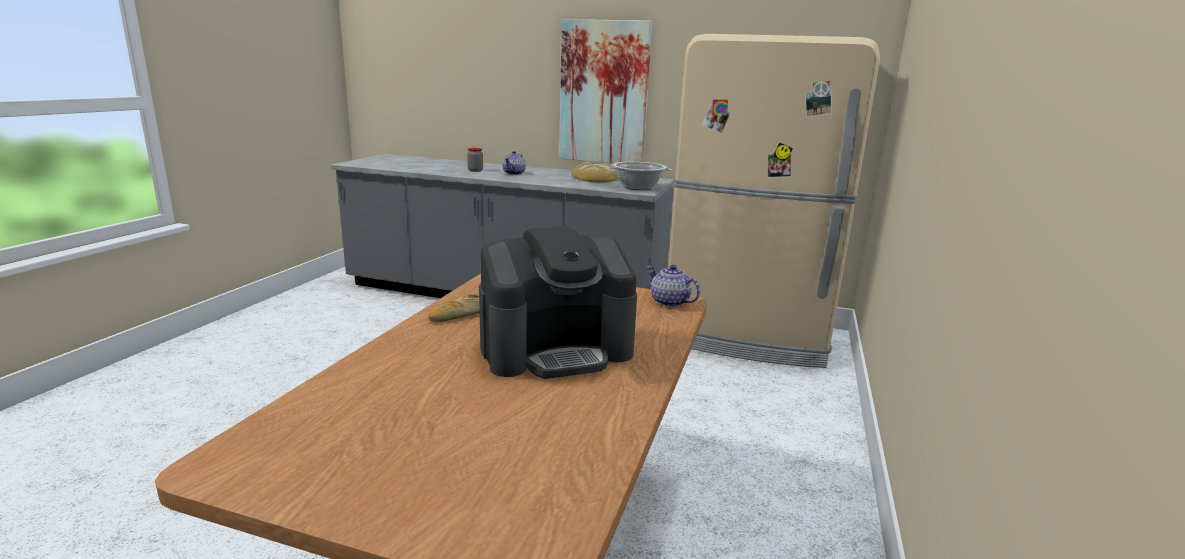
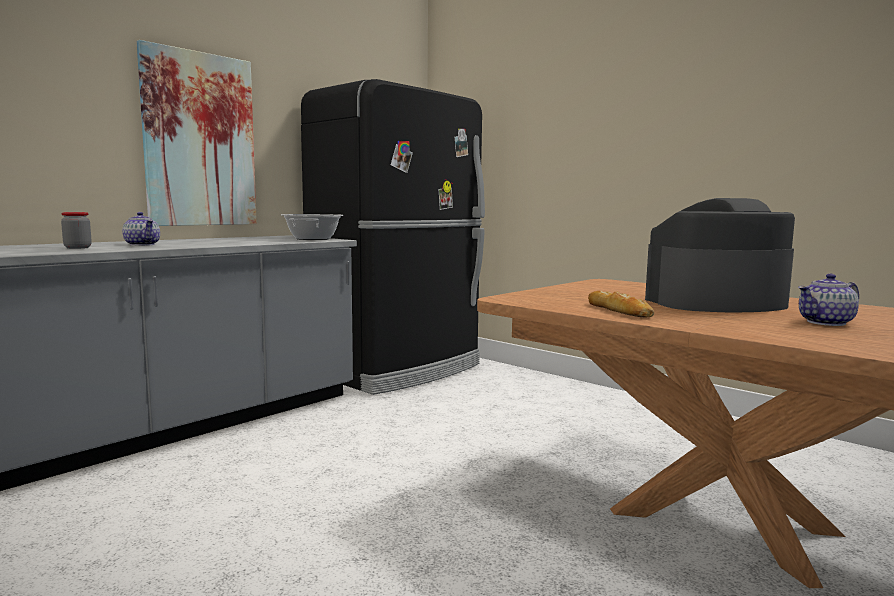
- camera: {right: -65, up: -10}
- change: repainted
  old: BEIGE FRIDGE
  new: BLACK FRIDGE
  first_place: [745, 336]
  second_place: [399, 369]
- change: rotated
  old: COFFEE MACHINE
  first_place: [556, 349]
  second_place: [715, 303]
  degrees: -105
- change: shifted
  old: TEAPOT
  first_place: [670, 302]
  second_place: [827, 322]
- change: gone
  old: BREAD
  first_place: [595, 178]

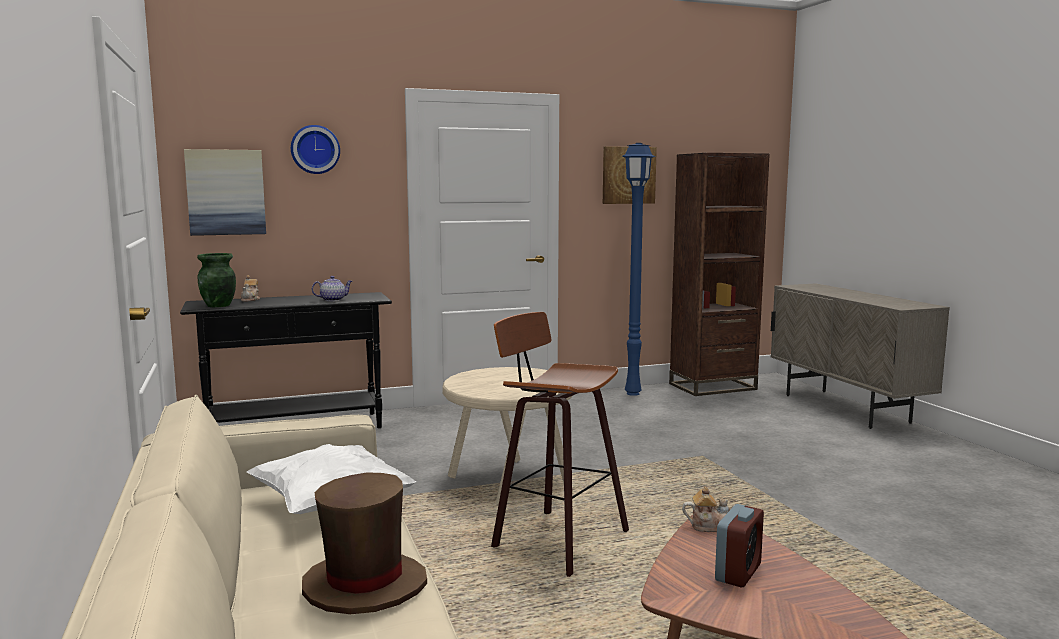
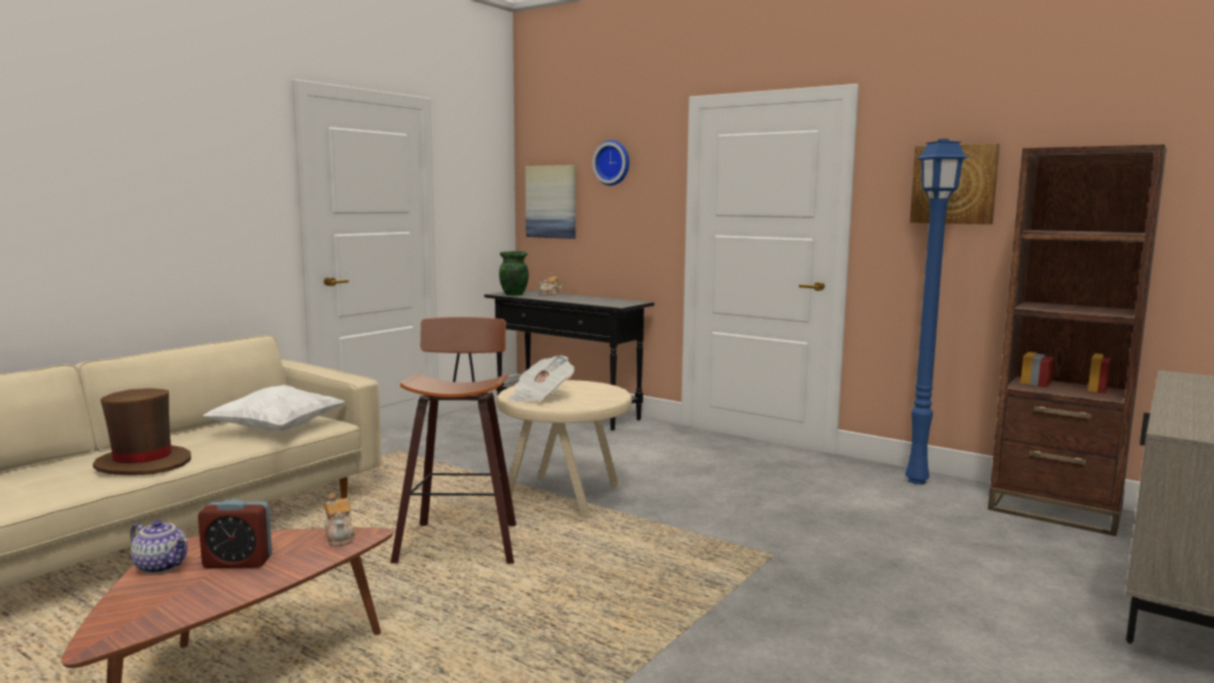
- camera: {right: 55, up: 0}
- change: shifted
  old: TEAPOT
  first_place: [333, 300]
  second_place: [162, 566]
- change: new
  new: NEWSPAPER
  second_place: [540, 397]

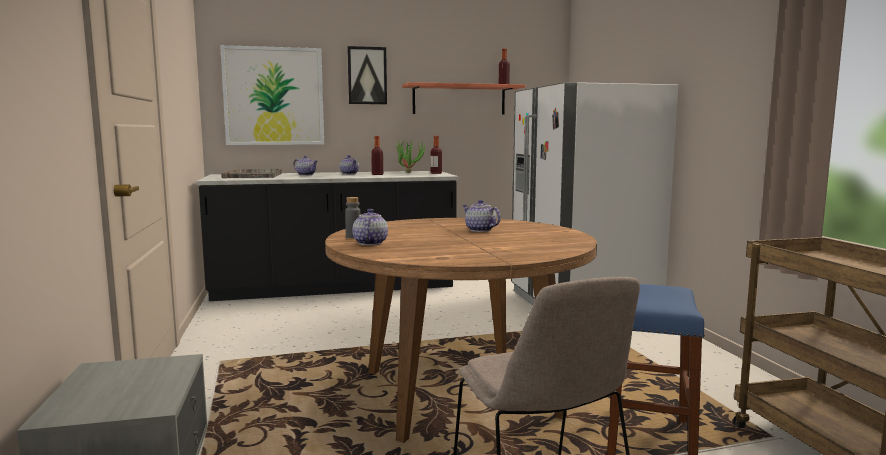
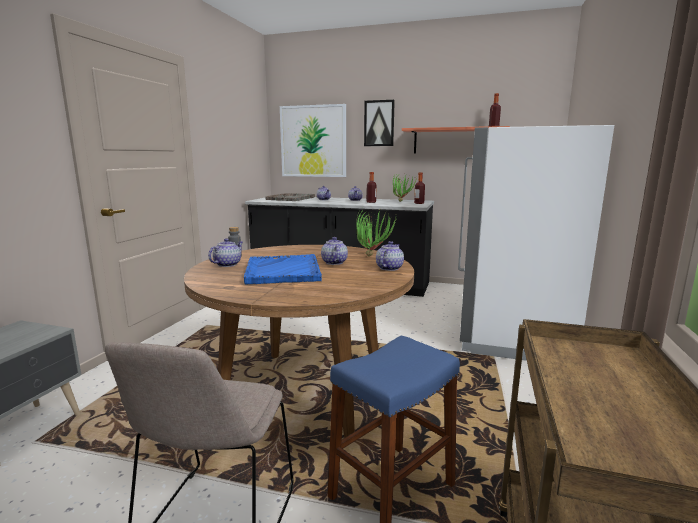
- camera: {right: 30, up: 5}
- change: new
  new: BLUE TRAY
  second_place: [283, 271]
- change: new
  new: POTTED PLANT
  second_place: [372, 255]
- change: new
  new: TEAPOT
  second_place: [389, 268]

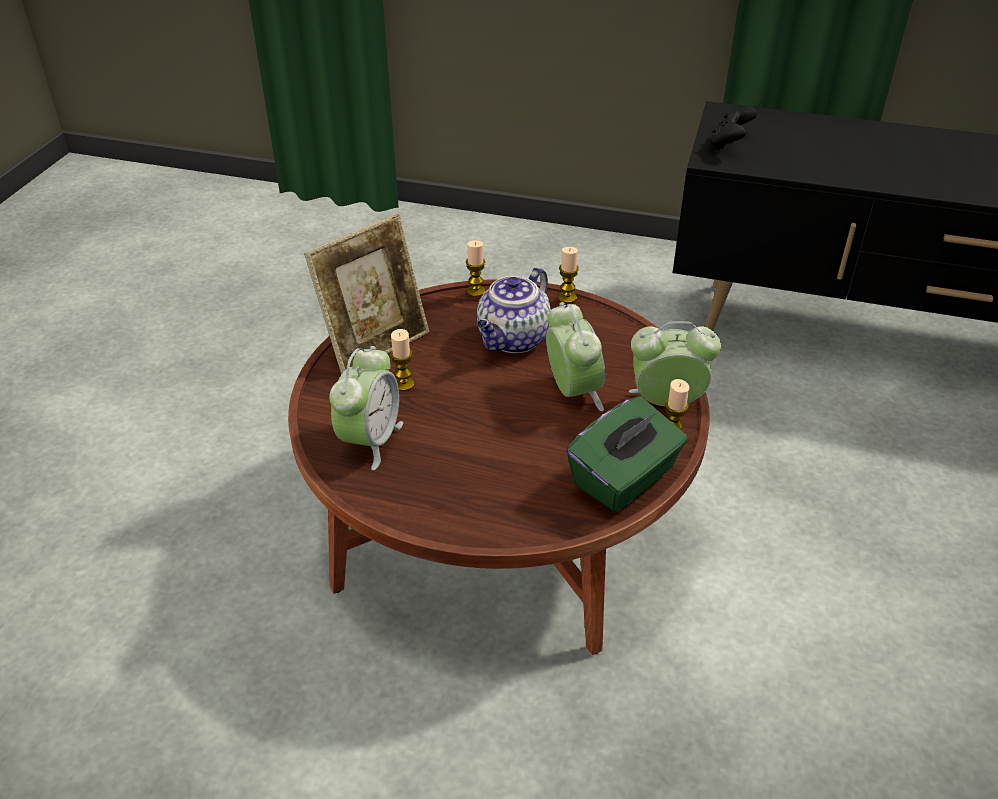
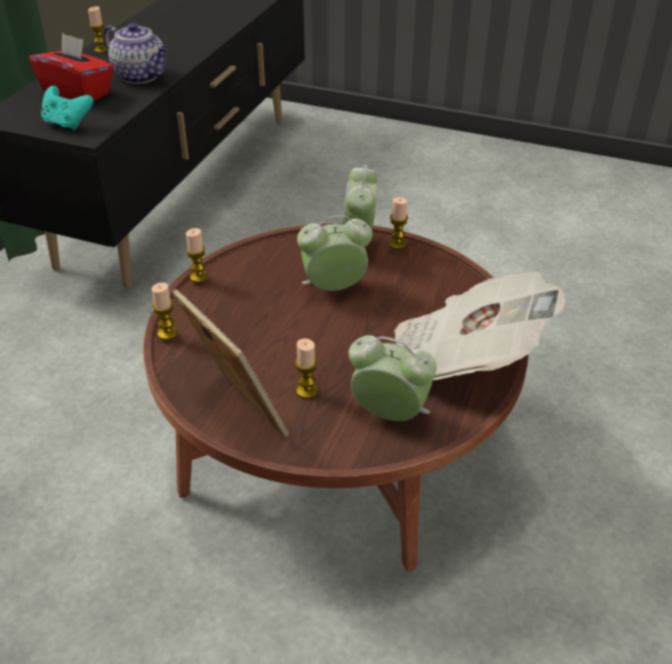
- camera: {right: -85, up: 0}
- change: new
  new: RED TISSUE BOX
  second_place: [78, 93]
- change: repainted
  old: BLACK GAME CONTROLLER
  new: TURQUOISE GAME CONTROLLER
  first_place: [729, 145]
  second_place: [67, 124]
- change: new
  new: CANDLE
  second_place: [101, 50]
- change: shifted
  old: TEAPOT
  first_place: [513, 340]
  second_place: [142, 76]
- change: new
  new: NEWSPAPER
  second_place: [466, 357]
- change: gone
  old: GREEN TISSUE BOX
  first_place: [624, 479]

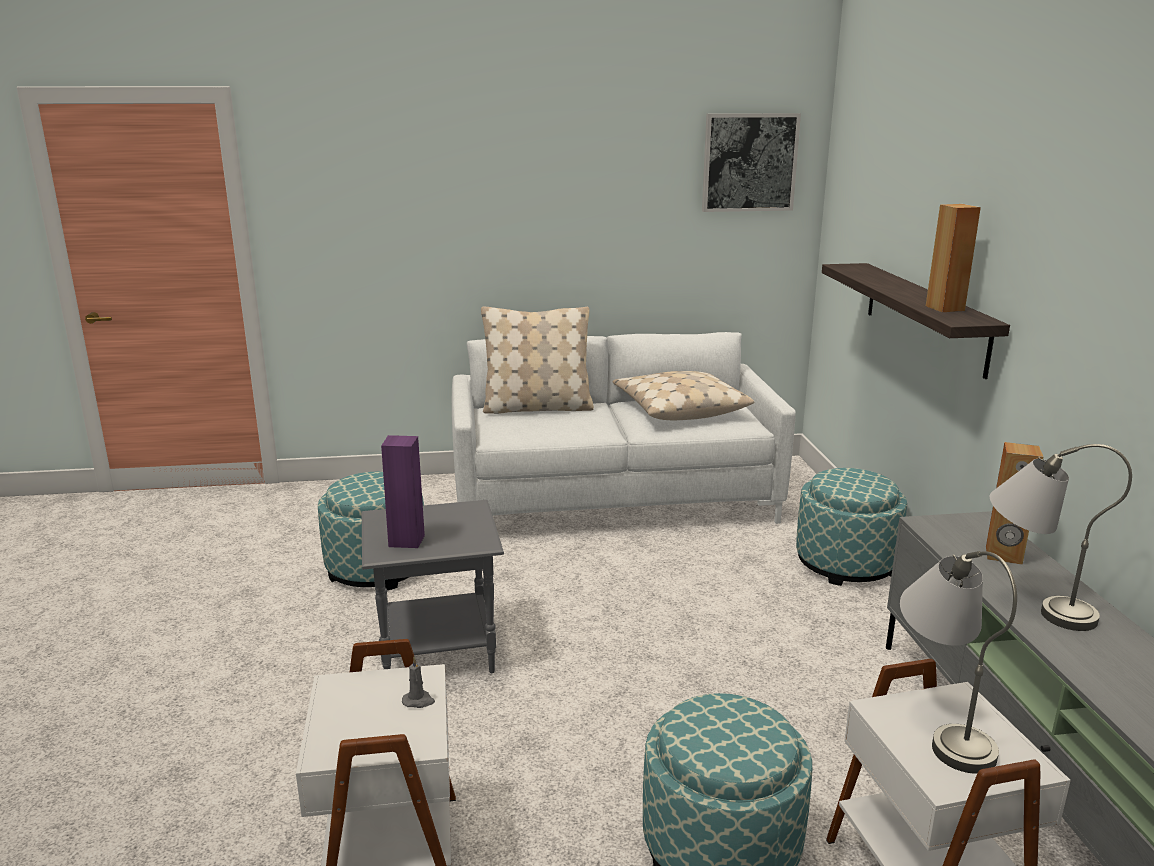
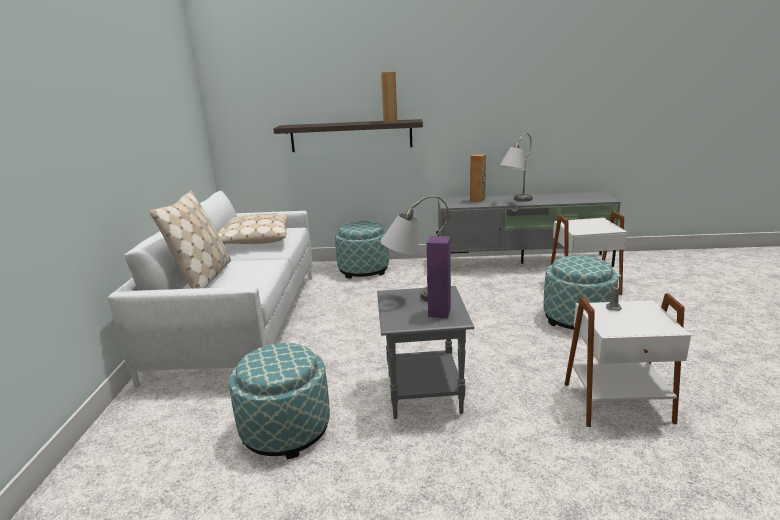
- camera: {right: -80, up: 0}
- change: shifted
  old: GREY TABLE LAMP
  first_place: [941, 724]
  second_place: [414, 297]
- change: gone
  old: PICTURE
  first_place: [749, 162]

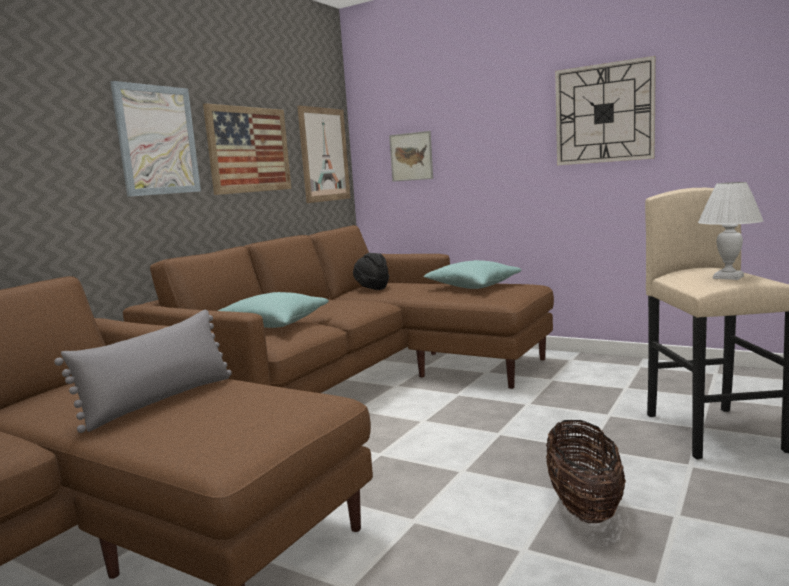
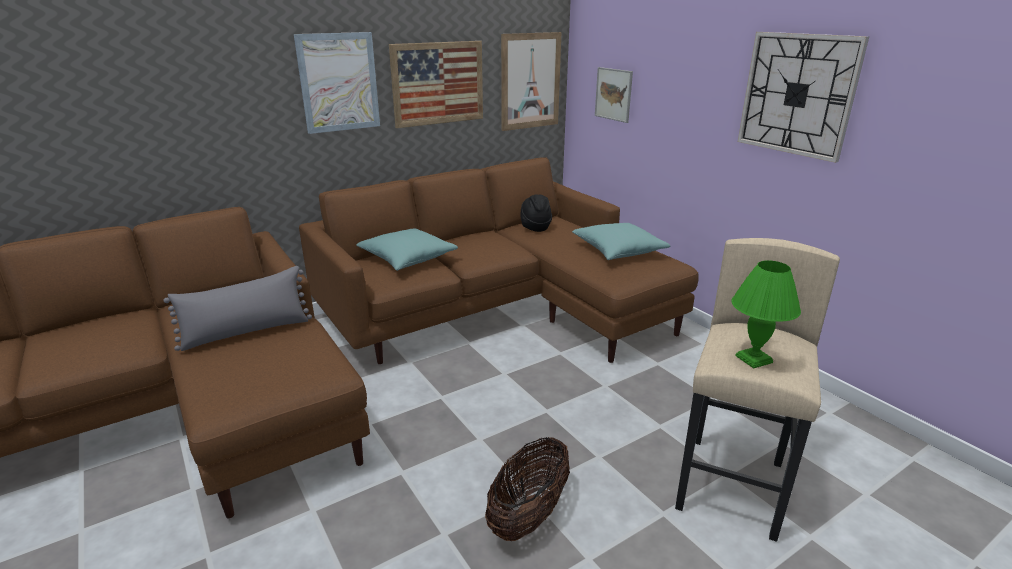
- camera: {right: 25, up: 15}
- change: repainted
  old: WHITE TABLE LAMP
  new: GREEN TABLE LAMP
  first_place: [727, 277]
  second_place: [753, 359]

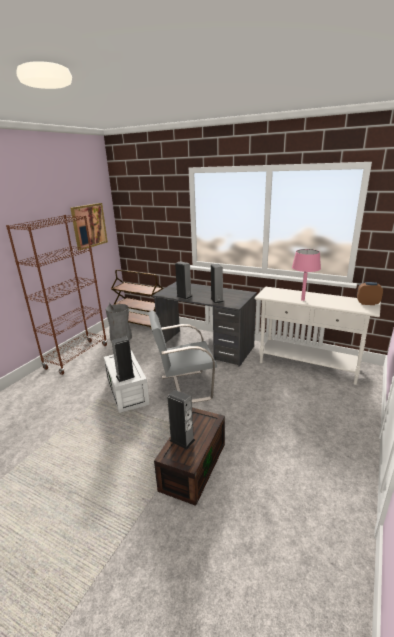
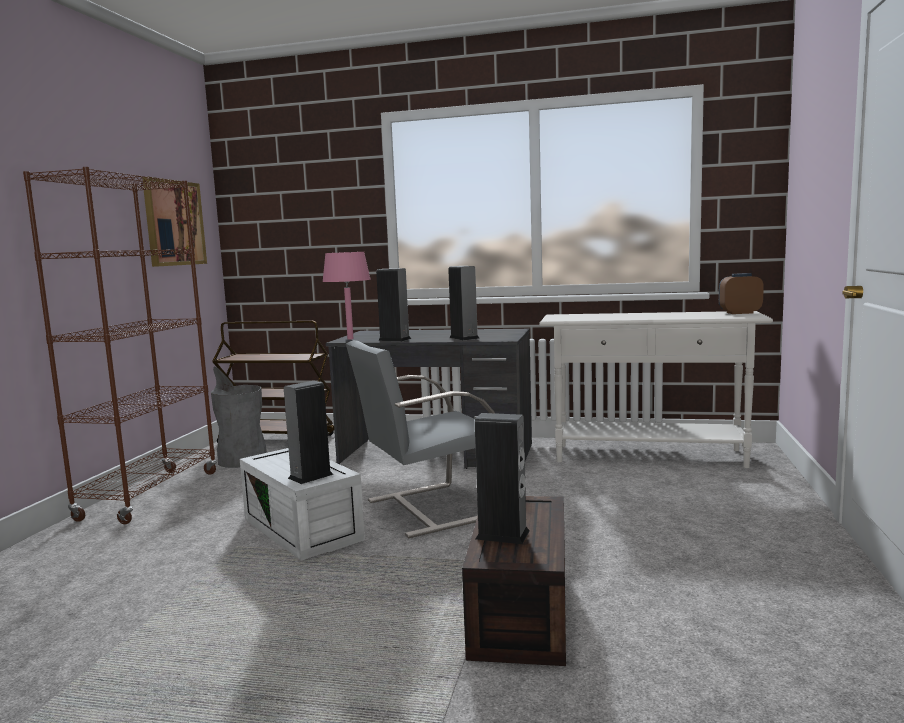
- camera: {right: -15, up: -15}
- change: shifted
  old: PINK TABLE LAMP
  first_place: [303, 300]
  second_place: [350, 339]

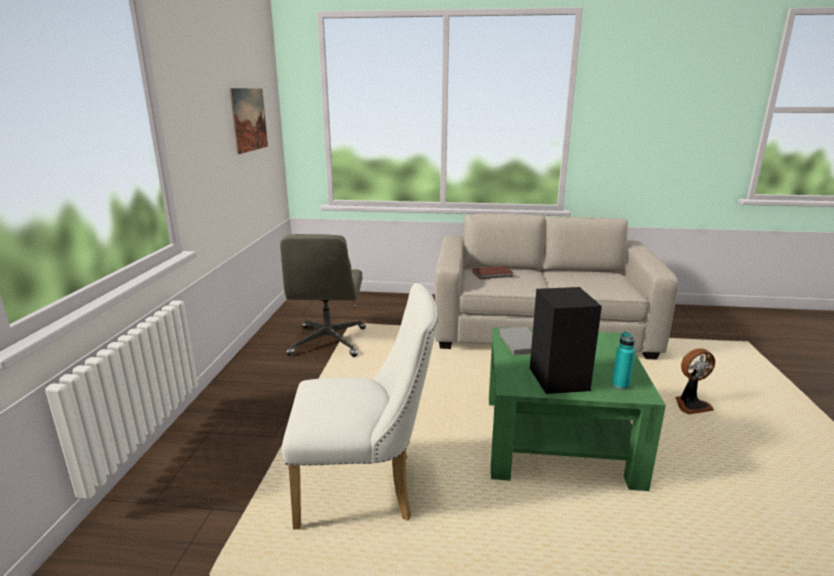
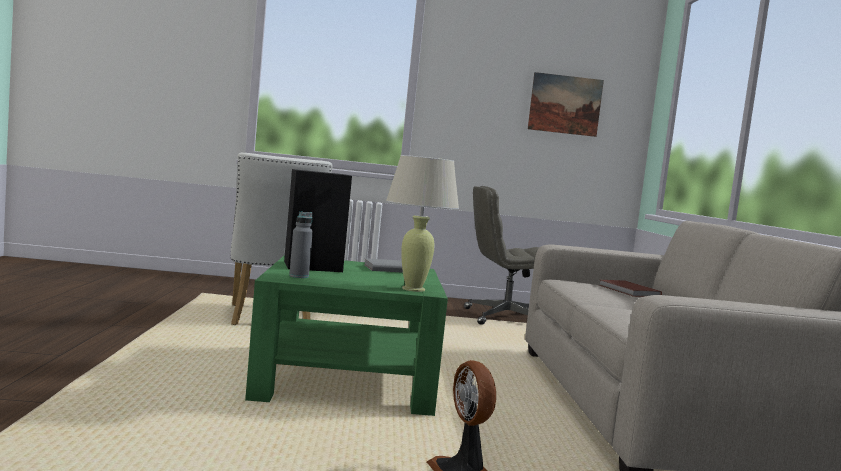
- camera: {right: 80, up: -15}
- change: repainted
  old: TURQUOISE BOTTLE
  new: GREY BOTTLE
  first_place: [620, 385]
  second_place: [299, 276]
- change: new
  new: BEIGE TABLE LAMP
  second_place: [413, 289]

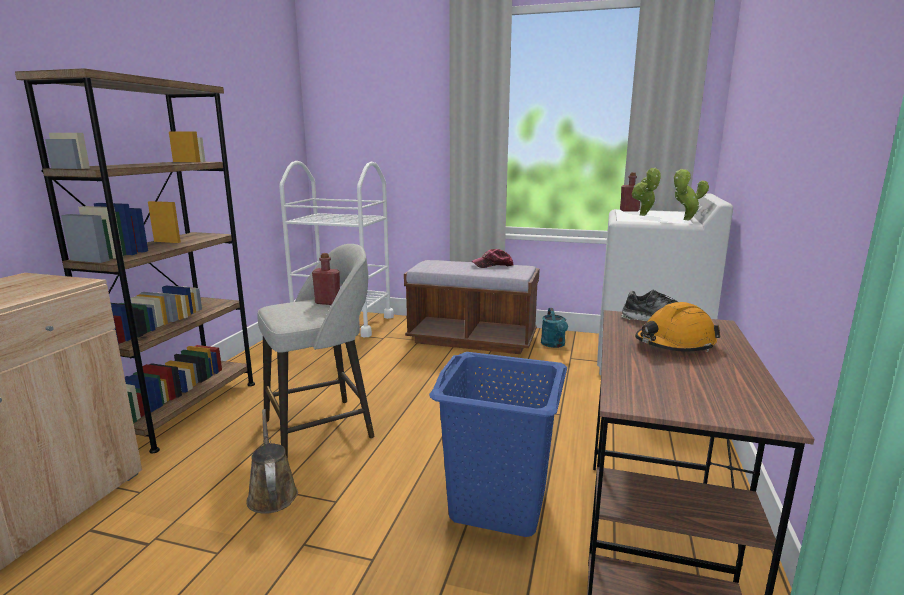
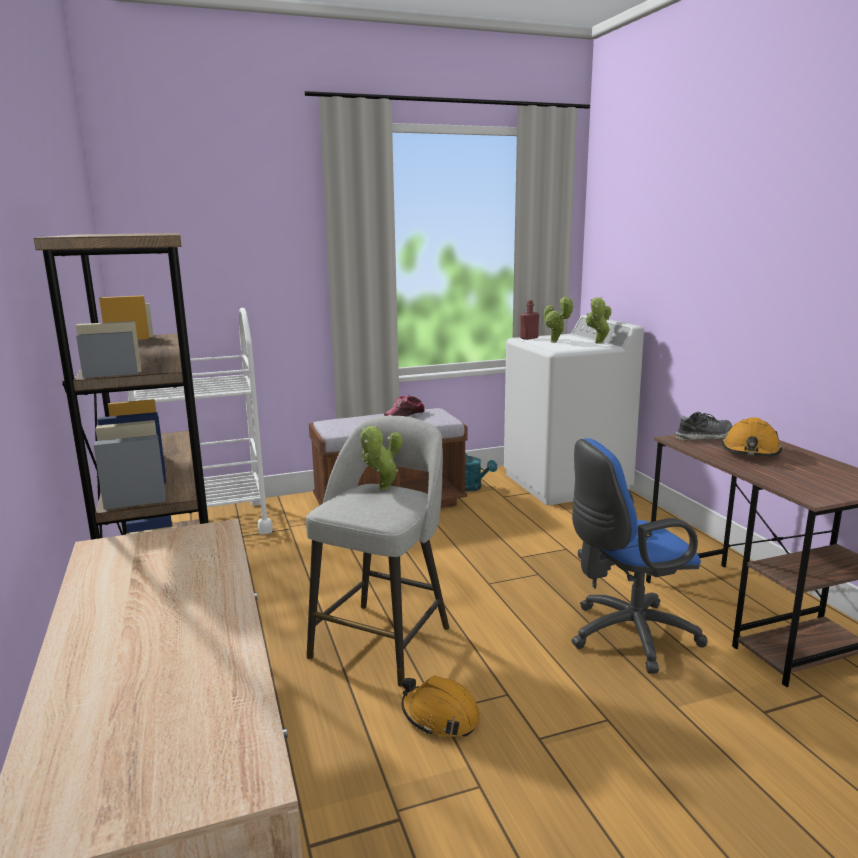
- camera: {right: -35, up: 0}
- change: swapped
  old: RED BOTTLE
  new: POTTED PLANT
  first_place: [327, 302]
  second_place: [382, 489]
- change: swapped
  old: BROWN WATERING CAN
  new: ORANGE HARD HAT
  first_place: [272, 493]
  second_place: [440, 716]
- change: swapped
  old: BLUE LAUNDRY BASKET
  new: BLUE OFFICE CHAIR
  first_place: [497, 503]
  second_place: [626, 635]

